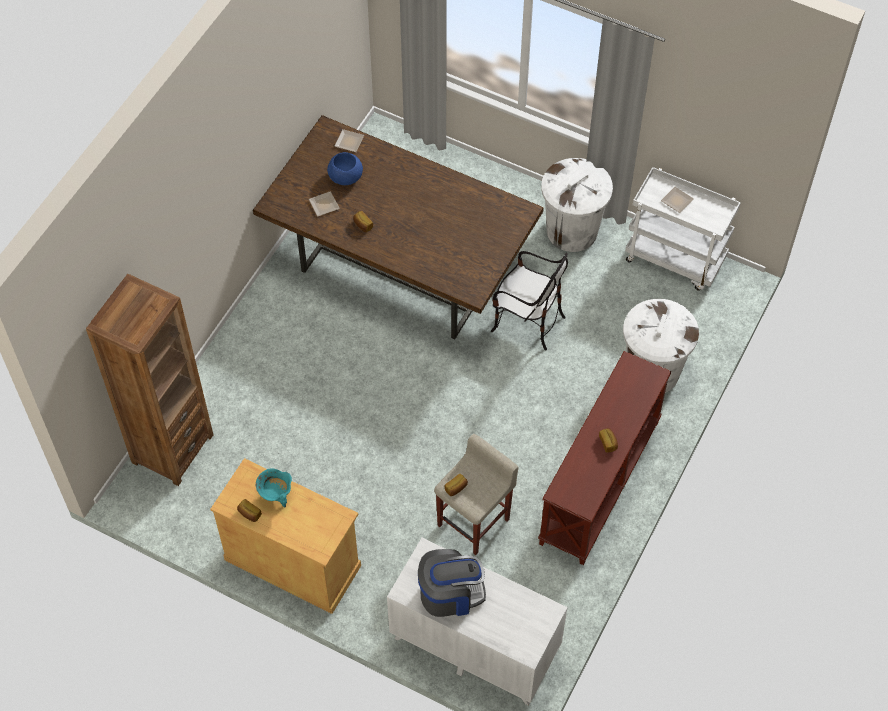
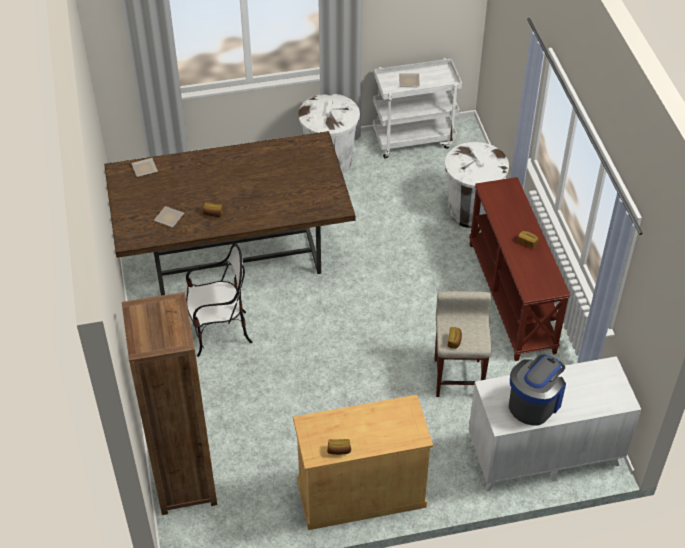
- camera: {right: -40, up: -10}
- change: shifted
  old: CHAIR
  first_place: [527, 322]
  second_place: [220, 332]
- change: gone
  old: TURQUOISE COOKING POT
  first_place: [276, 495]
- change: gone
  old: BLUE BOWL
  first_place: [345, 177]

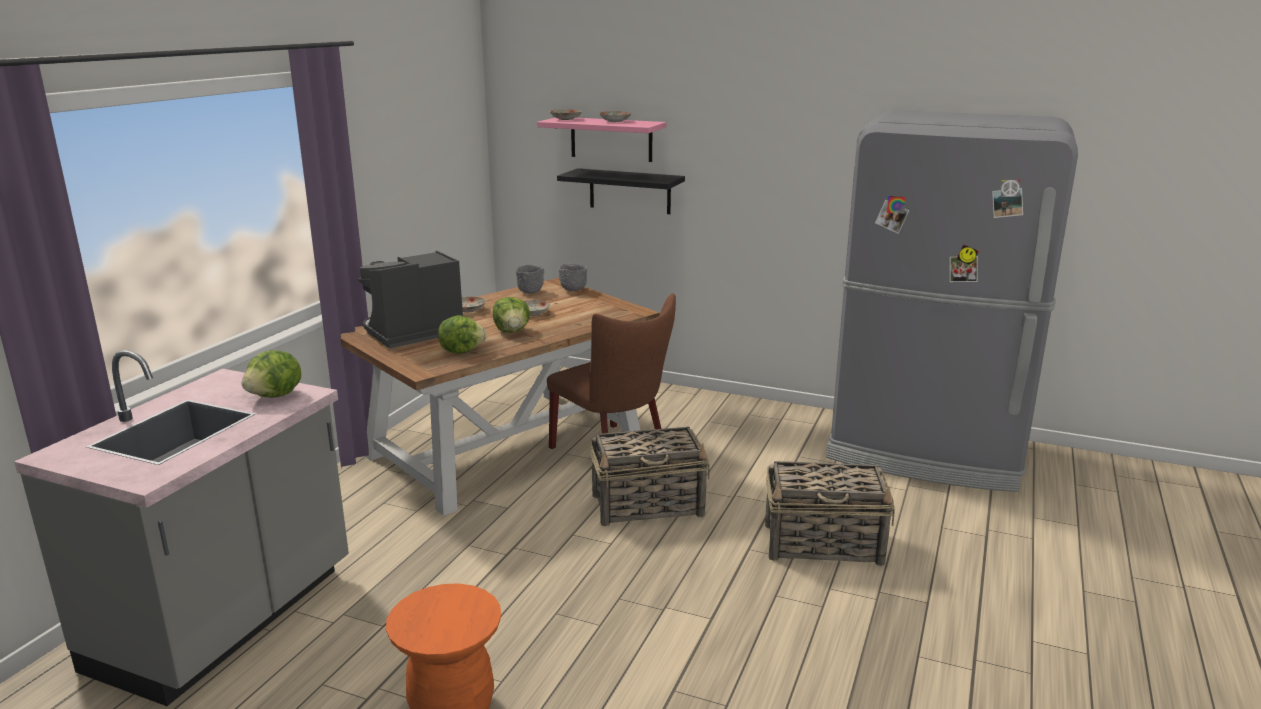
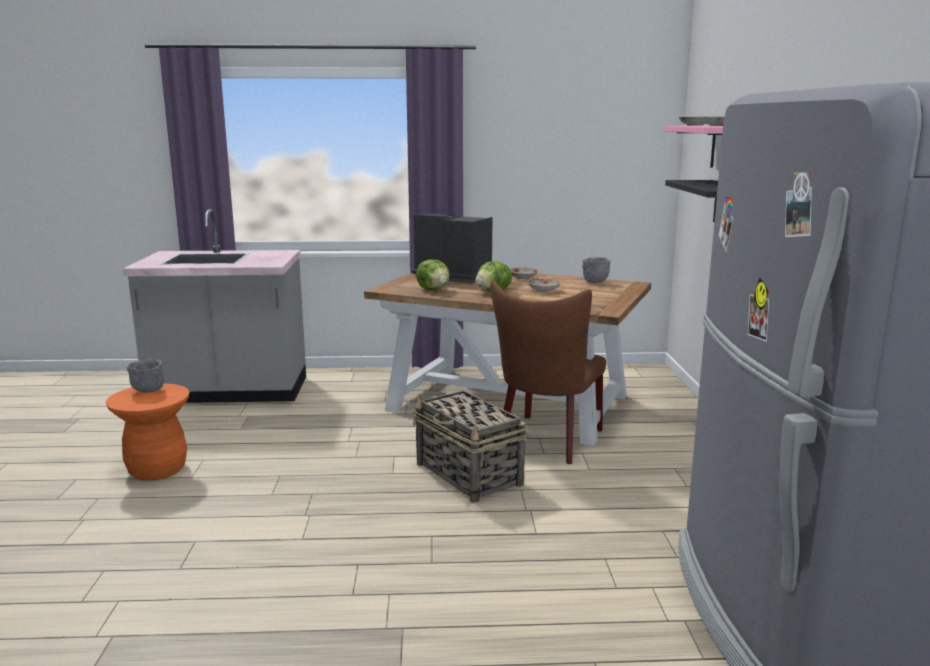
- camera: {right: 65, up: -5}
- change: shifted
  old: GREY BOWL
  first_place: [572, 290]
  second_place: [148, 391]
- change: gone
  old: LETTUCE
  first_place: [276, 396]
- change: gone
  old: BASKET
  first_place: [824, 544]

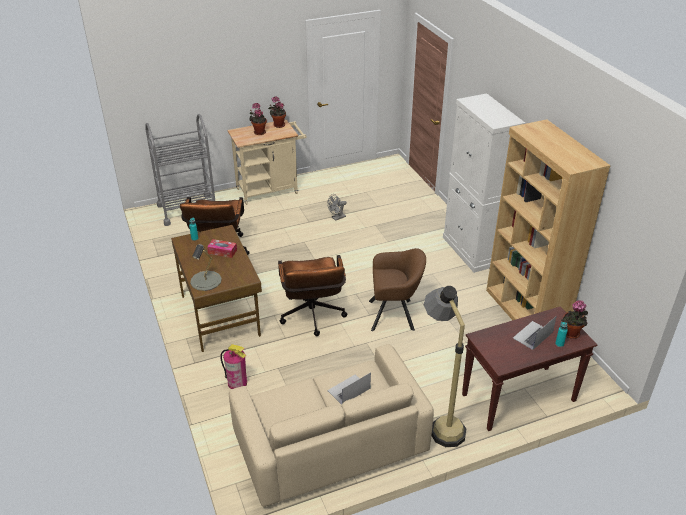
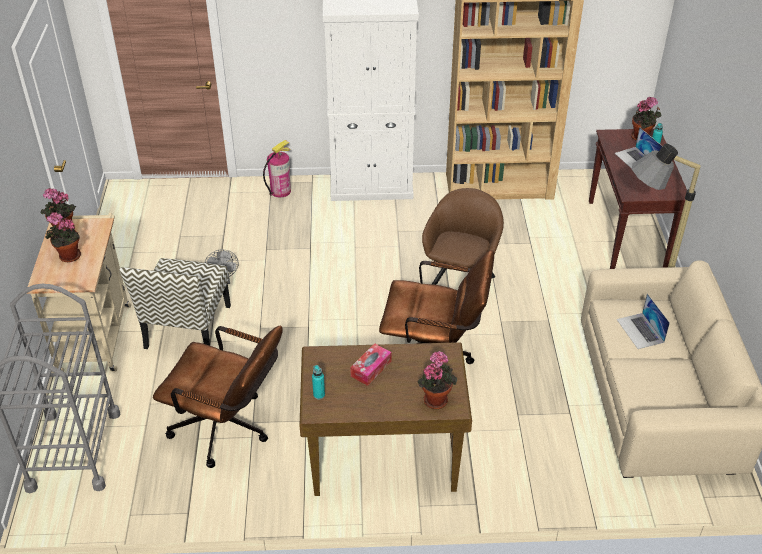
- camera: {right: -70, up: 5}
- change: new
  new: CHAIR
  second_place: [187, 328]
- change: shifted
  old: FIRE EXTINGUISHER
  first_place: [237, 382]
  second_place: [280, 191]
- change: swapped
  old: GREY TABLE LAMP
  new: POTTED PLANT
  first_place: [206, 281]
  second_place: [435, 398]

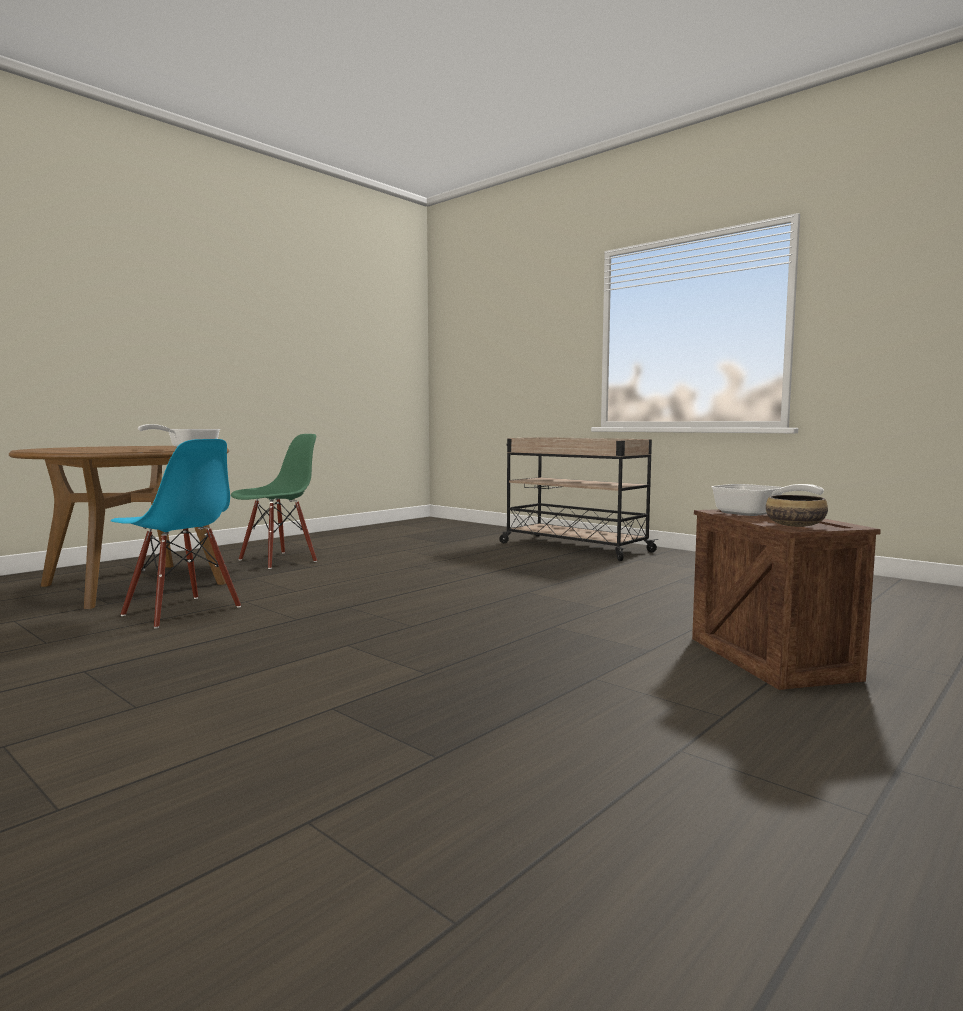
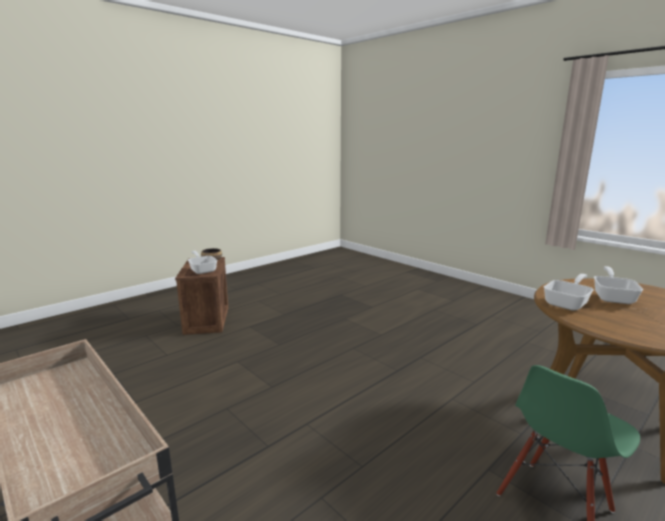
- camera: {right: -175, up: 10}
- change: new
  new: FRYING PAN
  second_place: [613, 297]
- change: gone
  old: BLUE CHAIR
  first_place: [181, 611]

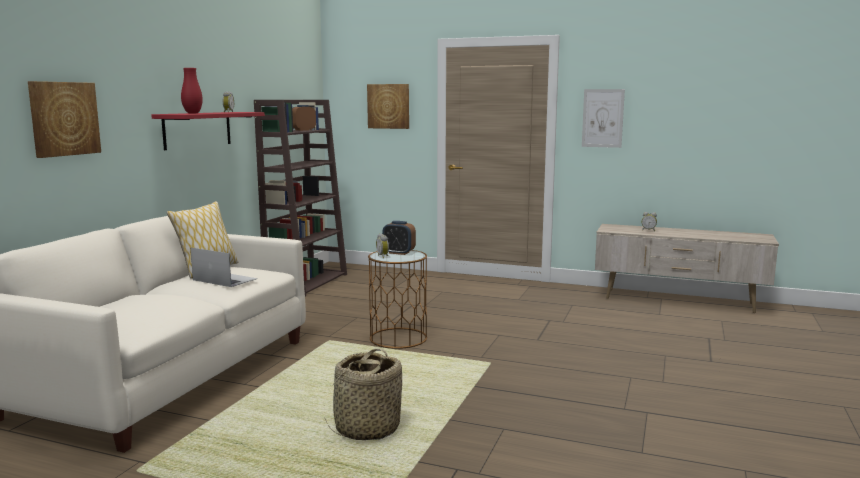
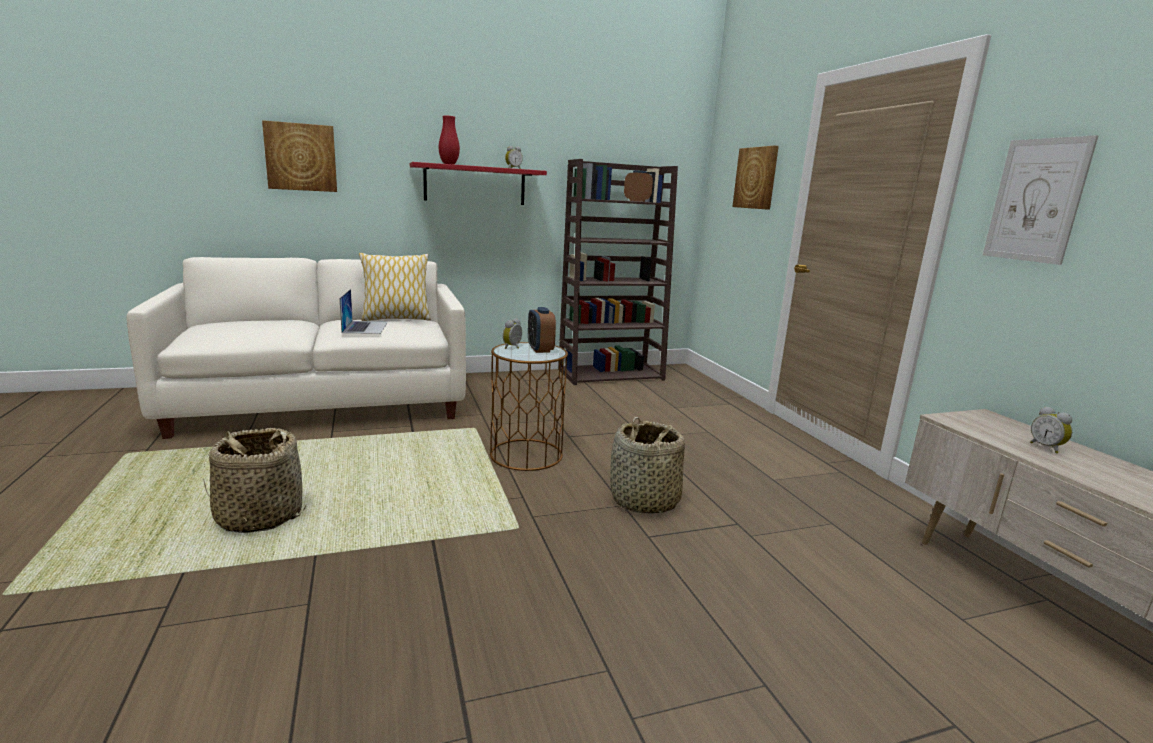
- camera: {right: 50, up: 5}
- change: new
  new: BASKET
  second_place: [644, 501]

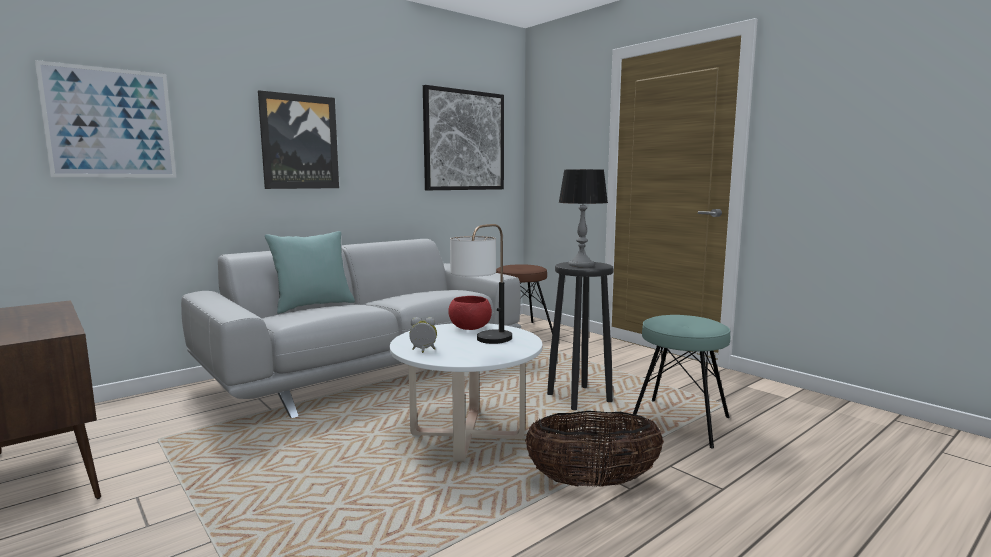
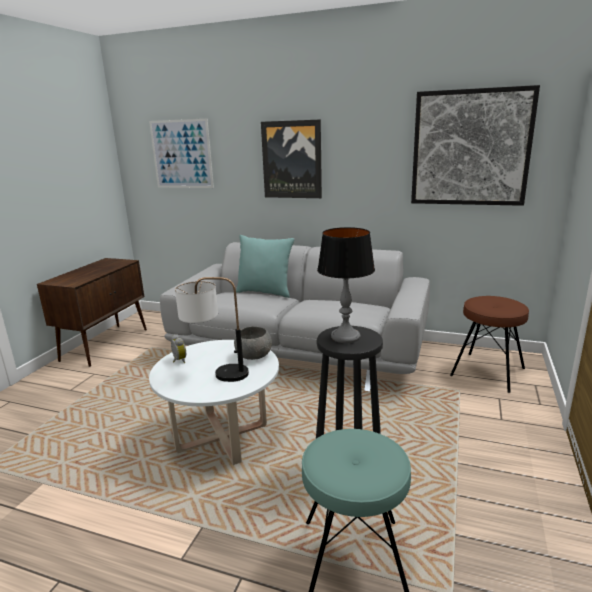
- camera: {right: 60, up: 10}
- change: repainted
  old: RED BOWL
  new: GREY BOWL
  first_place: [469, 328]
  second_place: [254, 355]
- change: gone
  old: BASKET
  first_place: [592, 482]

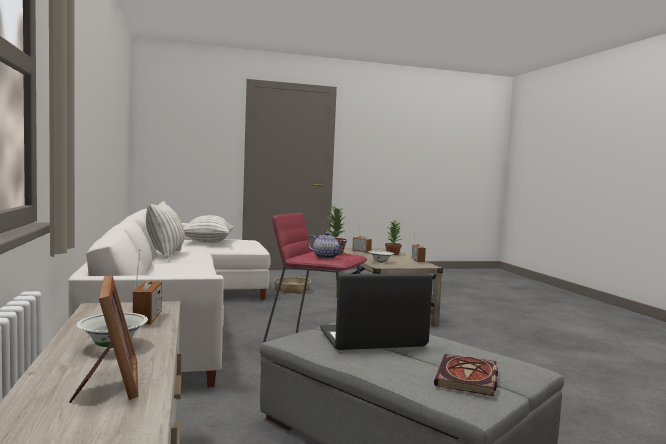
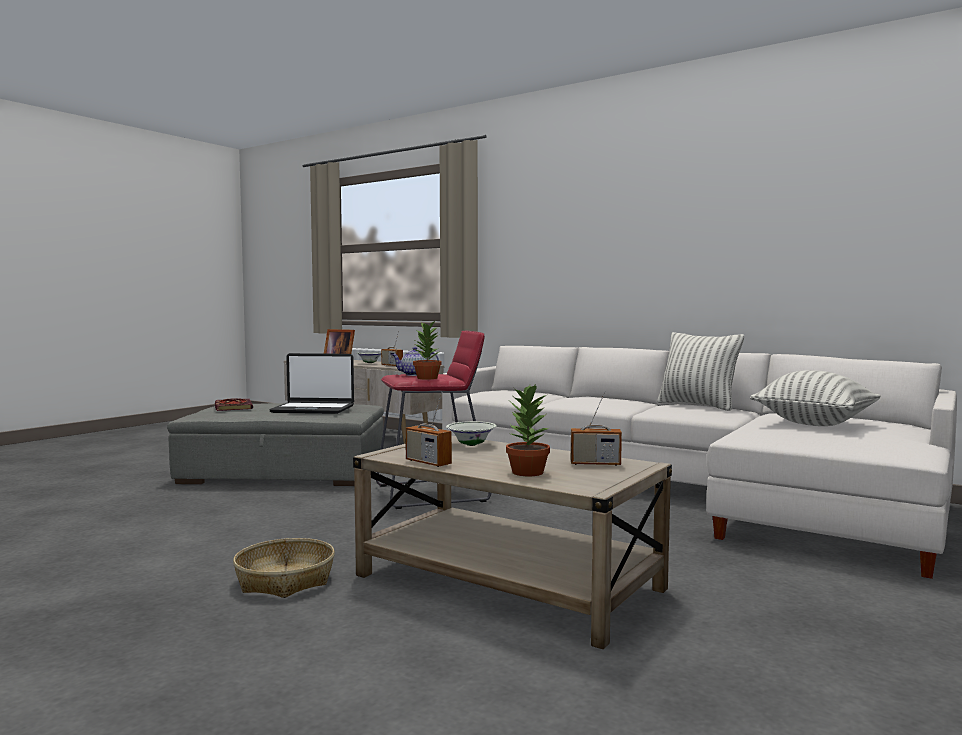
- camera: {right: 140, up: 0}
- change: shifted
  old: BASKET
  first_place: [292, 290]
  second_place: [285, 580]
- change: rotated
  old: LAPTOP
  first_place: [372, 339]
  second_place: [313, 409]
  degrees: 60

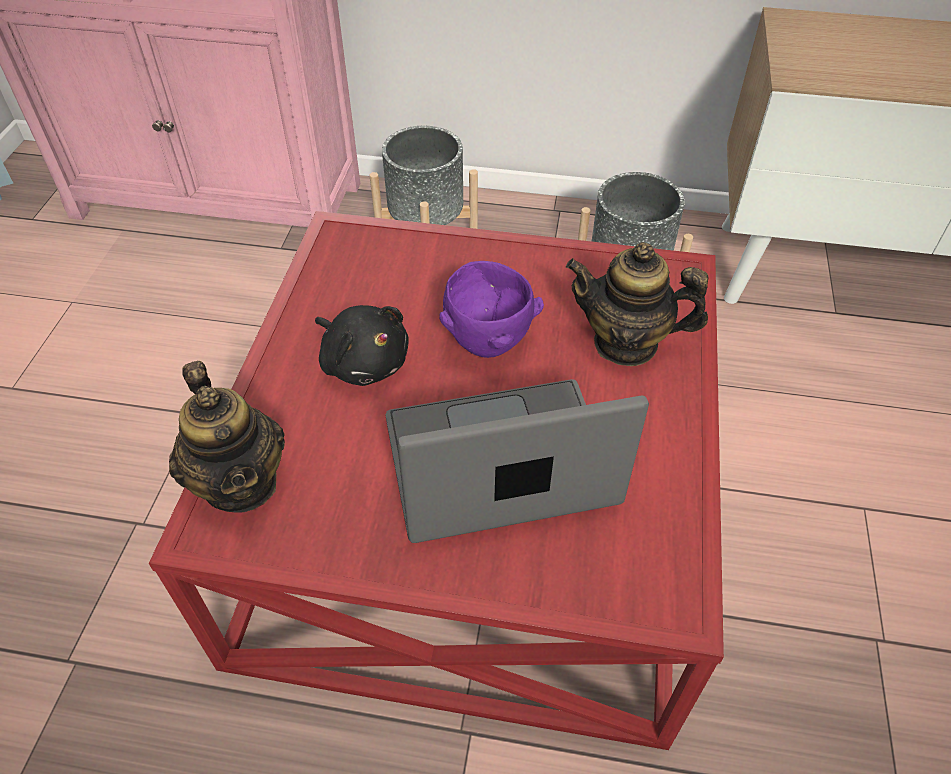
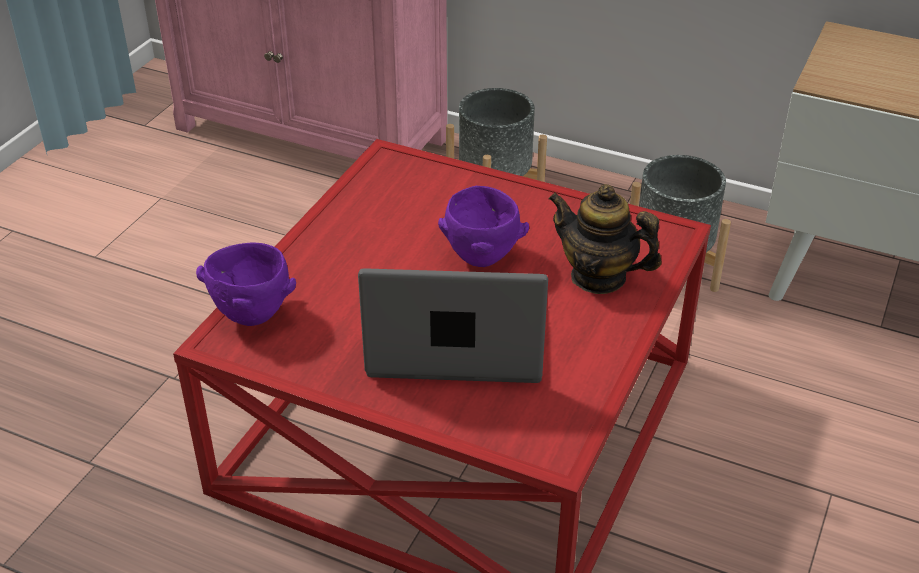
- camera: {right: 15, up: -10}
- change: swapped
  old: TEAPOT
  new: PURPLE BOWL
  first_place: [241, 482]
  second_place: [254, 316]
- change: gone
  old: BLACK PLUSH TOY
  first_place: [363, 362]

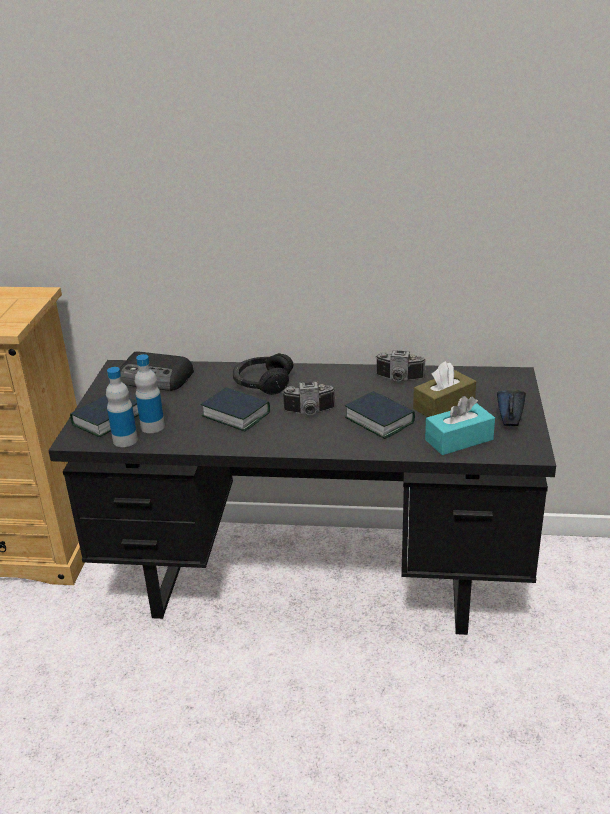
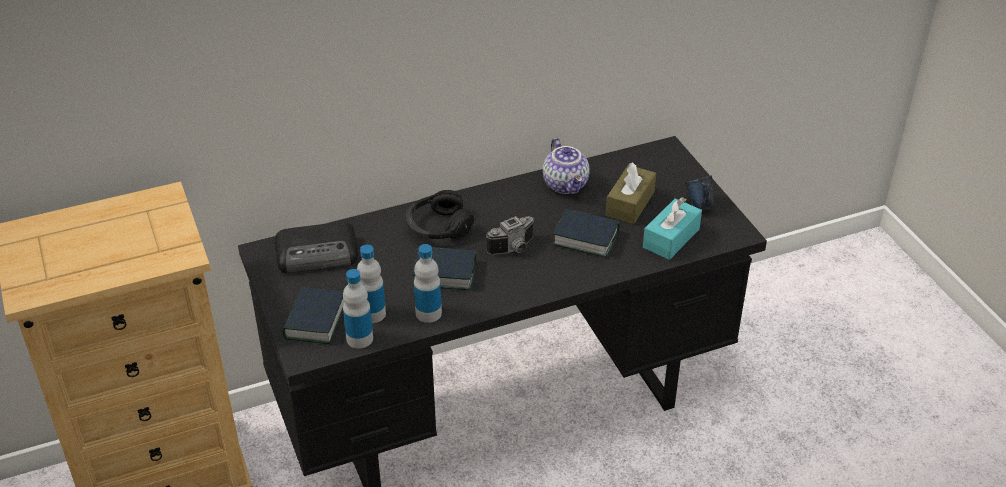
- camera: {right: -30, up: 10}
- change: new
  new: BOTTLE
  second_place: [428, 313]
- change: swapped
  old: PHOTO CAMERA
  new: TEAPOT
  first_place: [399, 379]
  second_place: [566, 185]

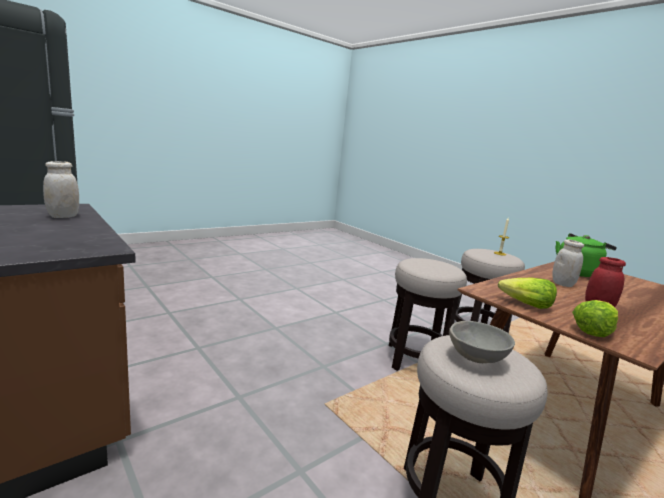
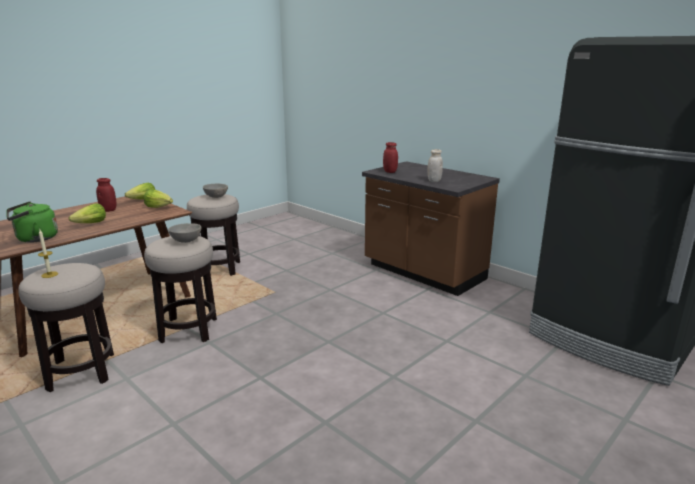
- camera: {right: 175, up: 5}
- change: swapped
  old: WHITE JAR
  new: LETTUCE
  first_place: [562, 284]
  second_place: [91, 224]
- change: new
  new: GREY BOWL
  second_place: [186, 241]
- change: new
  new: RED JAR
  second_place: [390, 172]

